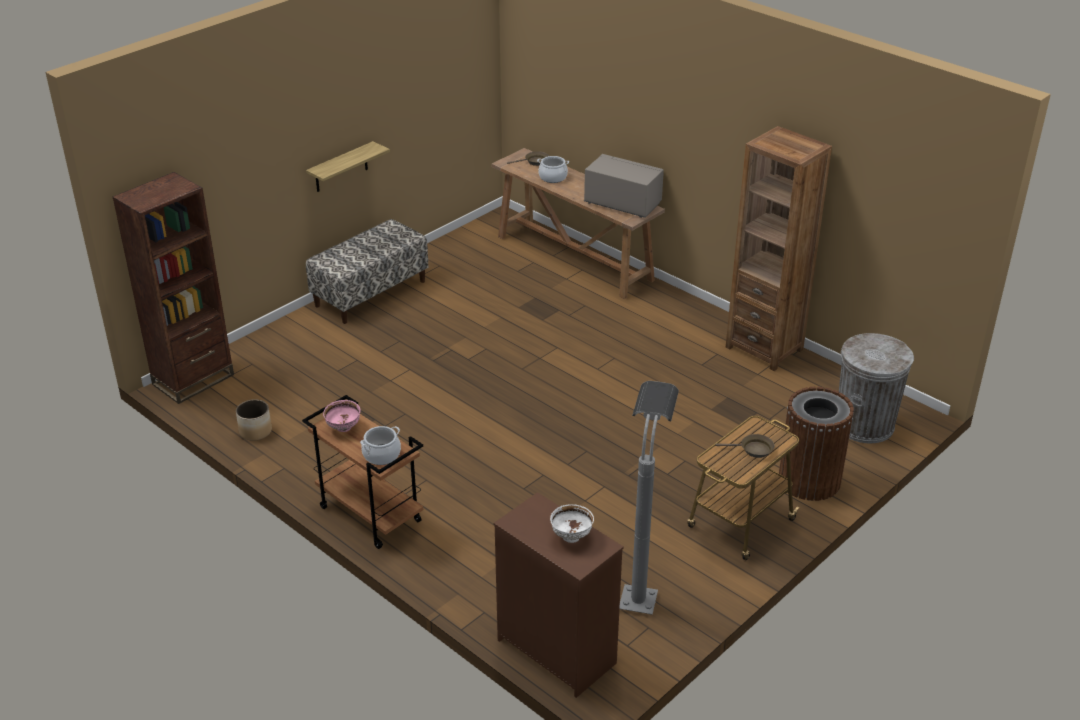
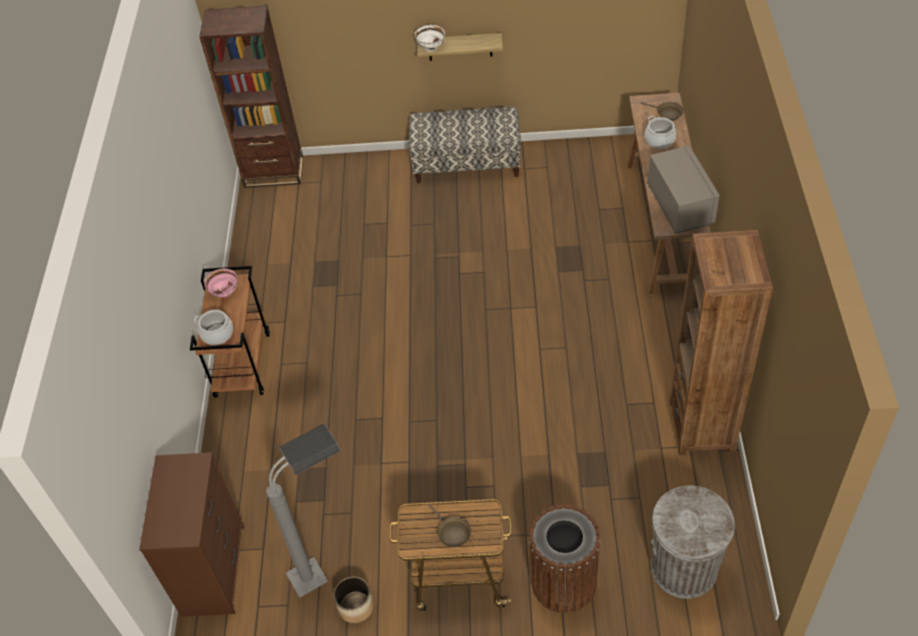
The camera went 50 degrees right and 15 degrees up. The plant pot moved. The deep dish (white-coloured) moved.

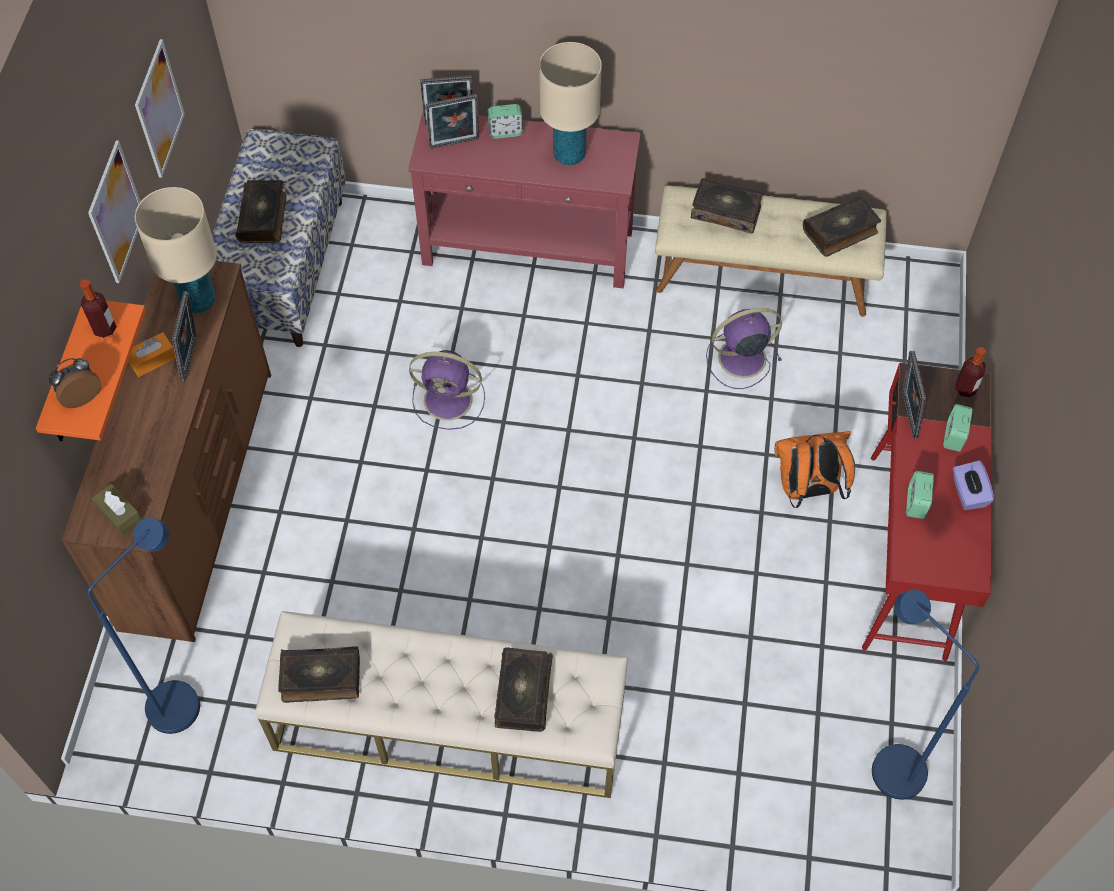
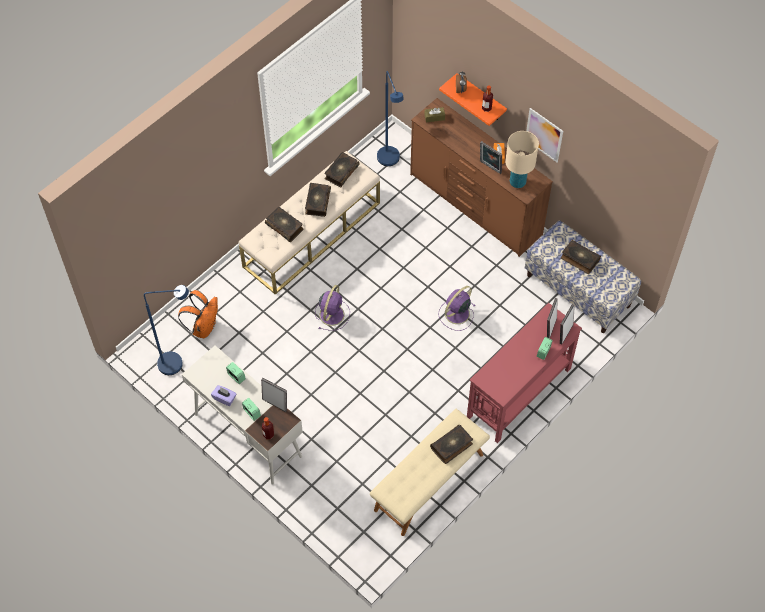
The camera went 125 degrees right and 0 degrees up. The wall art (no. 2 from left) disappeared. The lamp for a table (beige-coloured) (no. 2 from left) disappeared. The fan (purplish) (no. 2 from left in the first image) moved. The knapsack (orange-coloured) moved. The book (no. 5 from left in the first image) moved. The desk (reddish) became the desk (white-coloured).

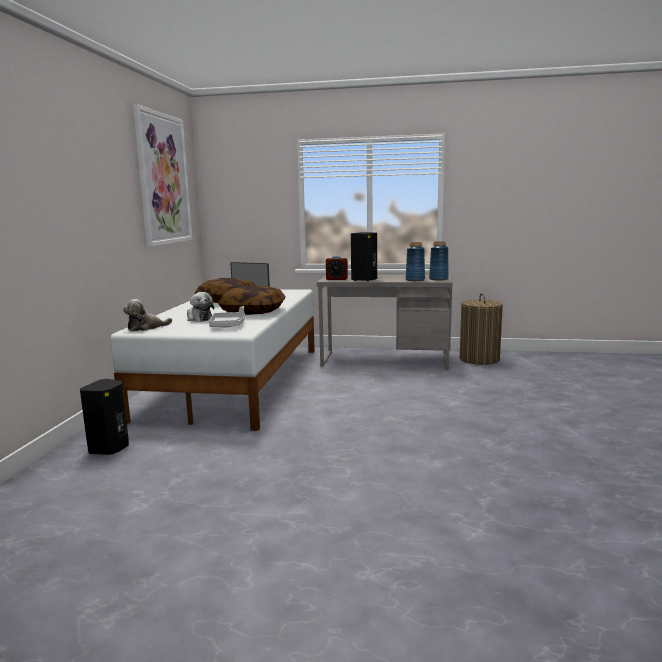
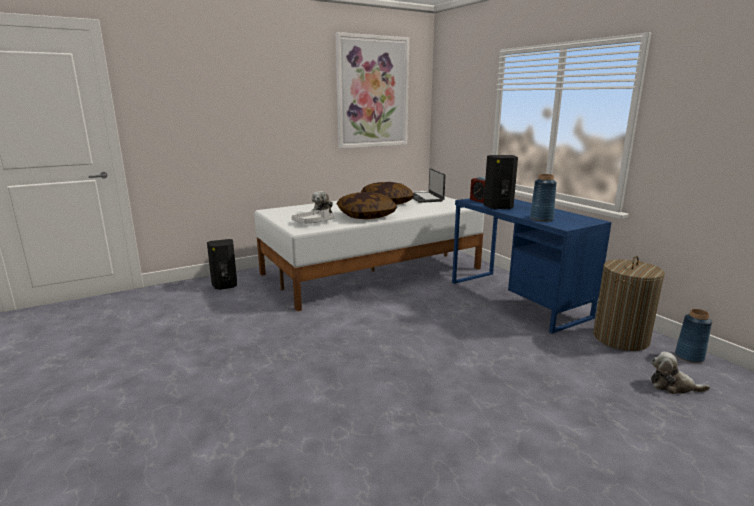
The camera went 50 degrees right and 5 degrees up. The plush toy (no. 1 from left in the first image) moved. The decorative vase (blue) (no. 2 from left) moved. The desk (grey) became the desk (blue).

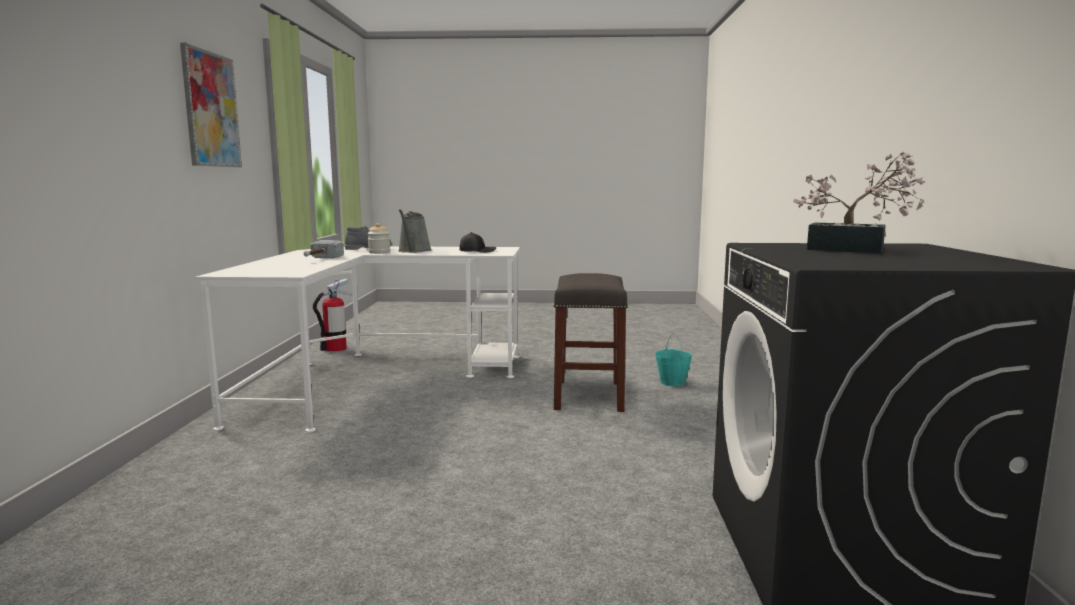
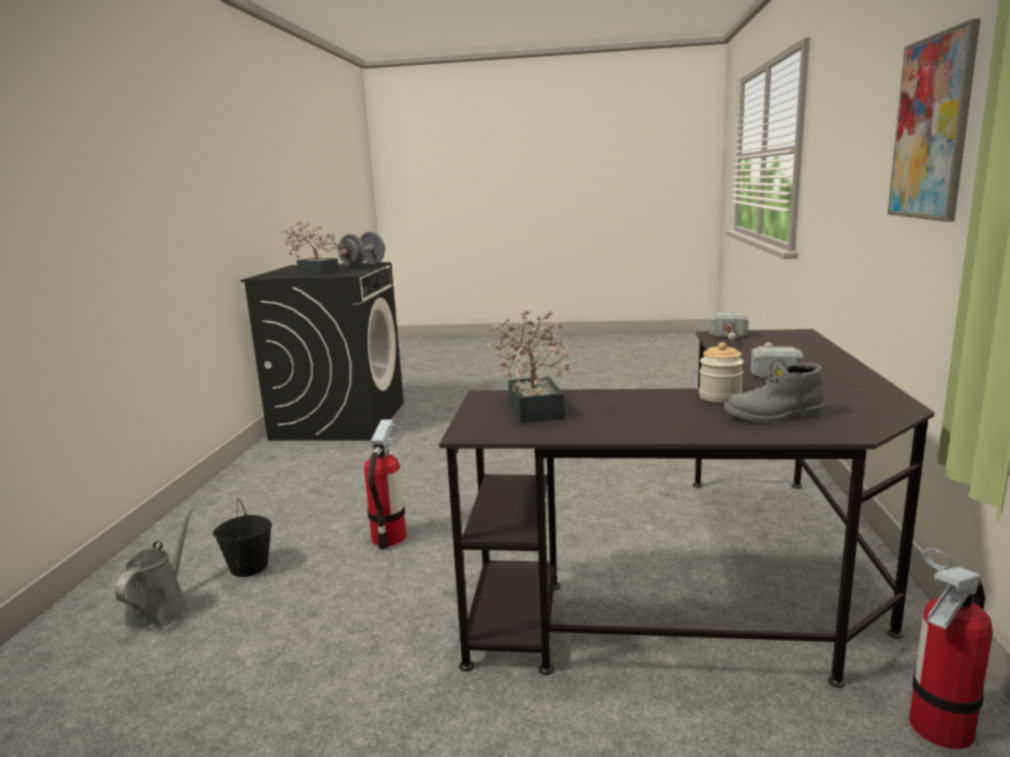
The camera went 175 degrees left and 5 degrees up. The free weight (grey) appeared. The hand hammer (no. 1 from left) appeared. The sprinkling can (grey) moved. The baseball cap (black-coloured) was replaced by the houseplant (no. 2 from left). The stool seat (grey) was replaced by the fire-fighting cylinder (no. 1 from left). The desk (white-coloured) became the desk (black-coloured). The bucket (turquoise-coloured) became the bucket (black-coloured).

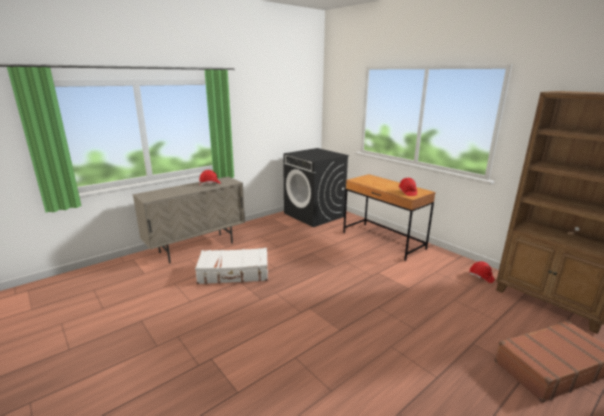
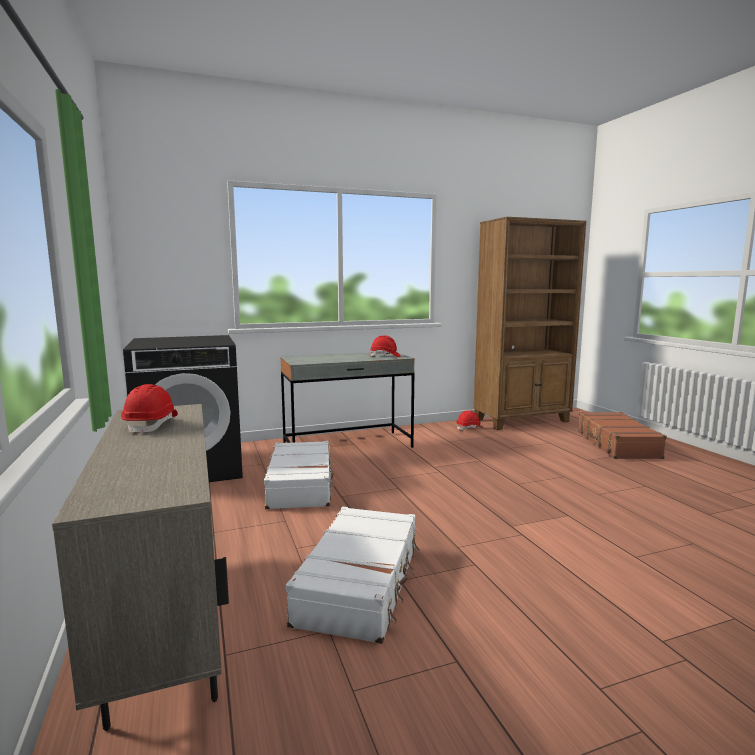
The camera went 70 degrees left and 10 degrees down. The suitcase (white-coloured) (no. 1 from left) appeared. The desk (brownish) became the desk (grey).

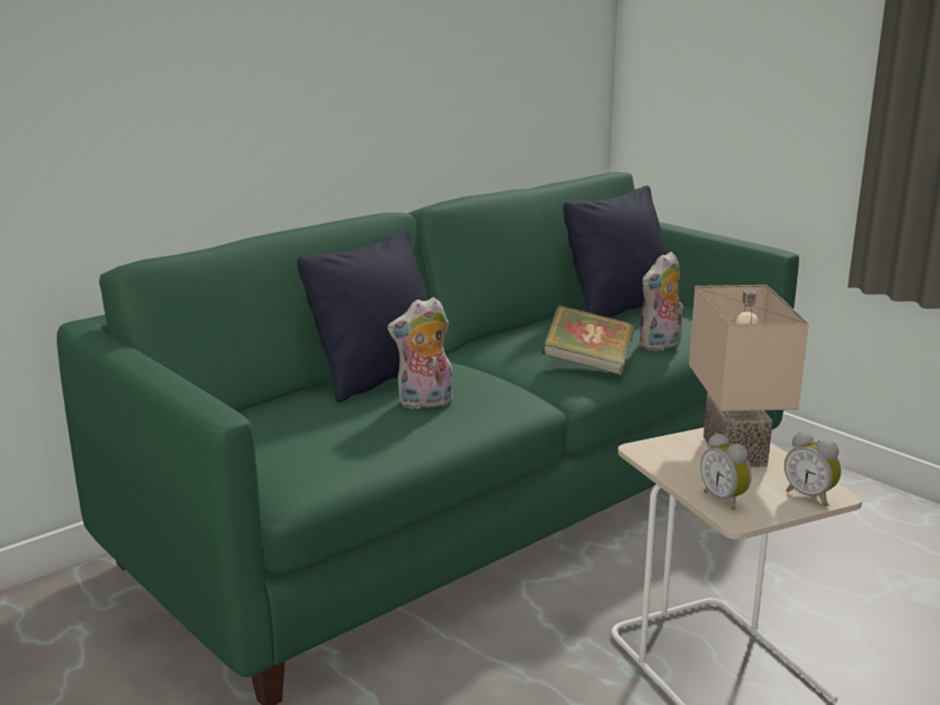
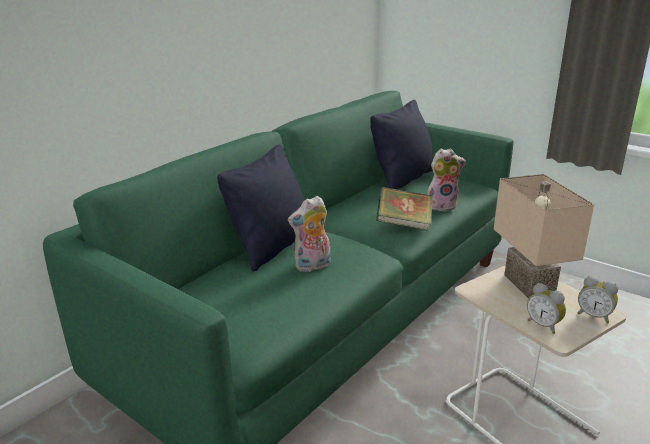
The camera went 10 degrees left and 5 degrees up. The plush toy (no. 2 from left) turned 135 degrees counterclockwise.

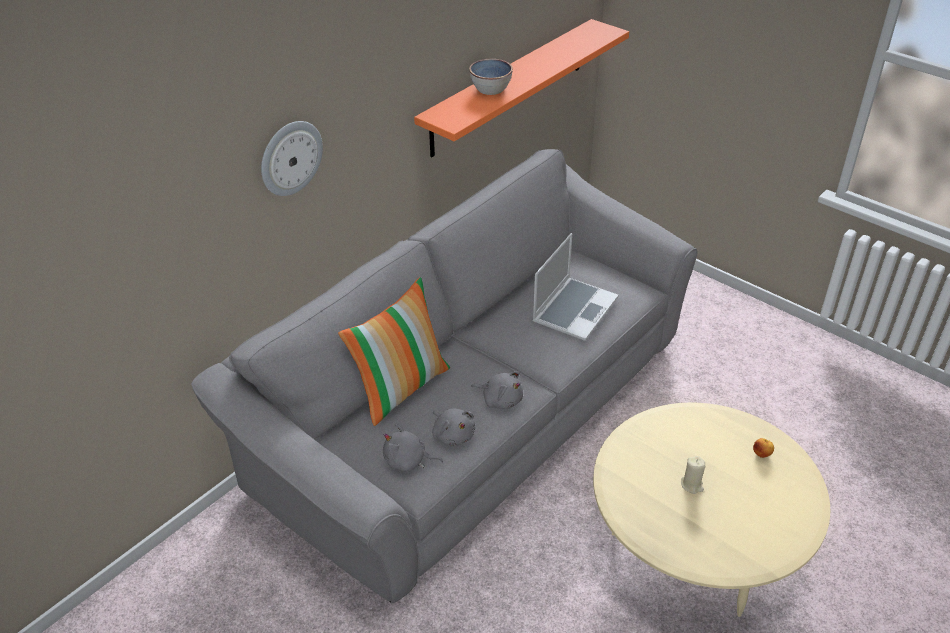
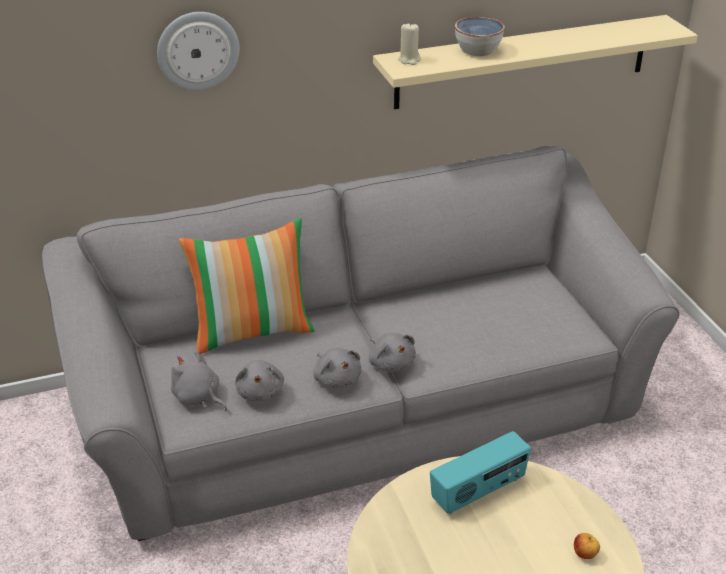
The camera went 30 degrees right and 5 degrees down. The notebook computer disappeared. The plush toy (grey) (no. 4 from left) appeared. The radio set appeared. The wax candle (beige-coloured) moved. The wall shelf (orange-coloured) became the wall shelf (beige-coloured).

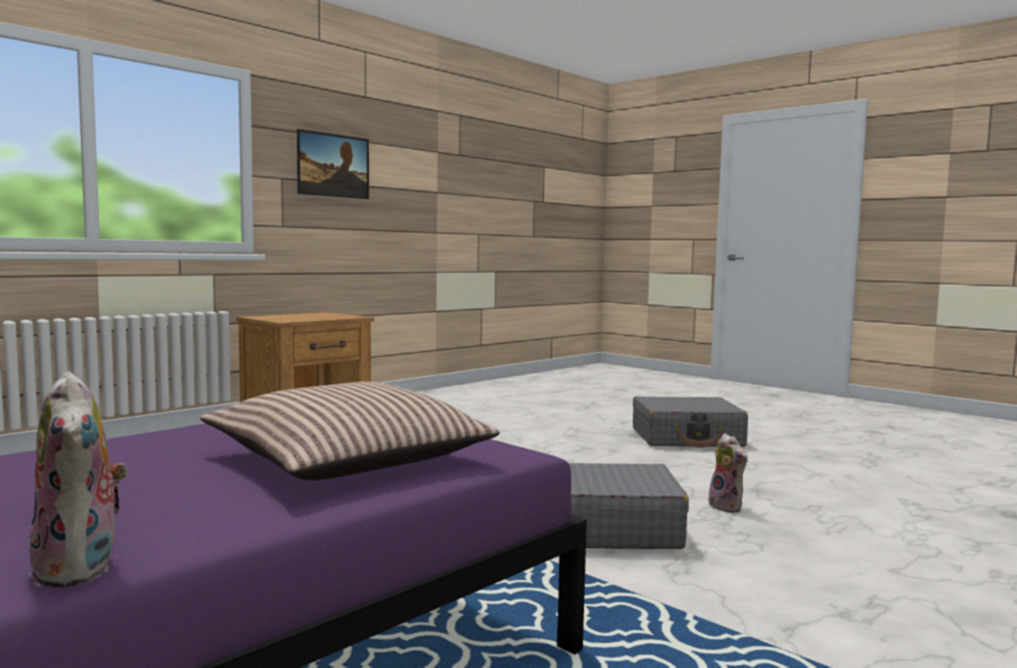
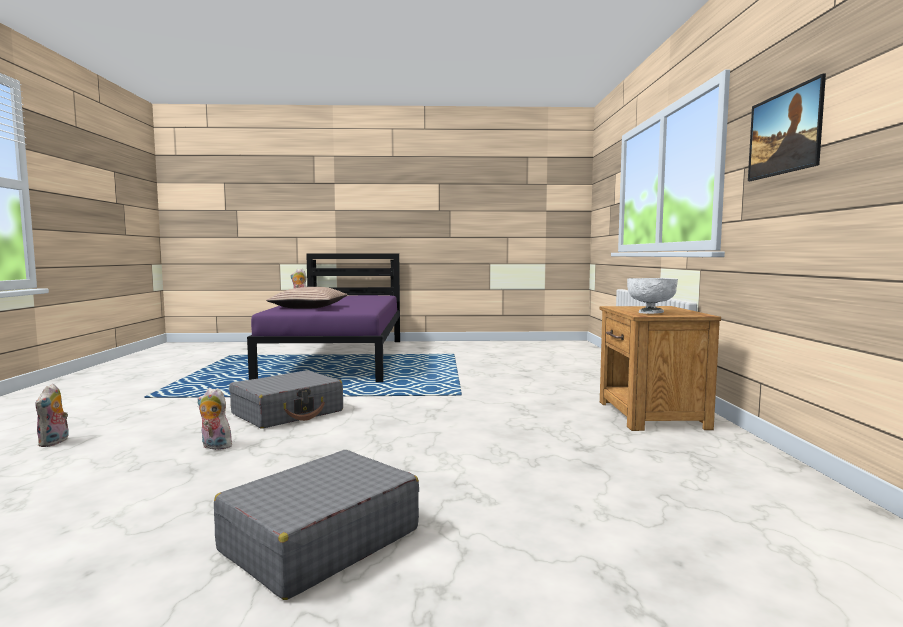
The camera went 135 degrees right and 0 degrees up. The plush toy (no. 1 from left) appeared. The deep dish (white-coloured) appeared.

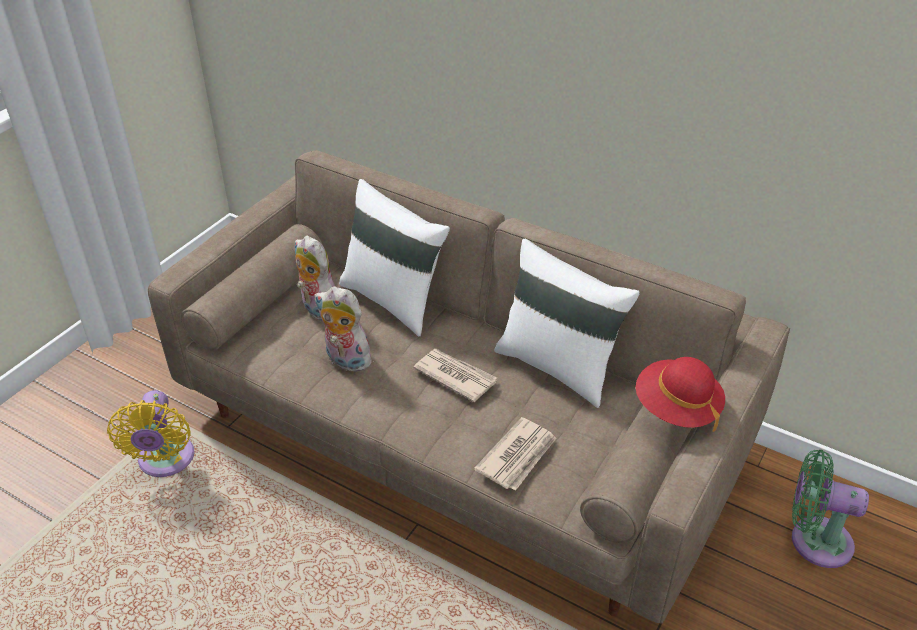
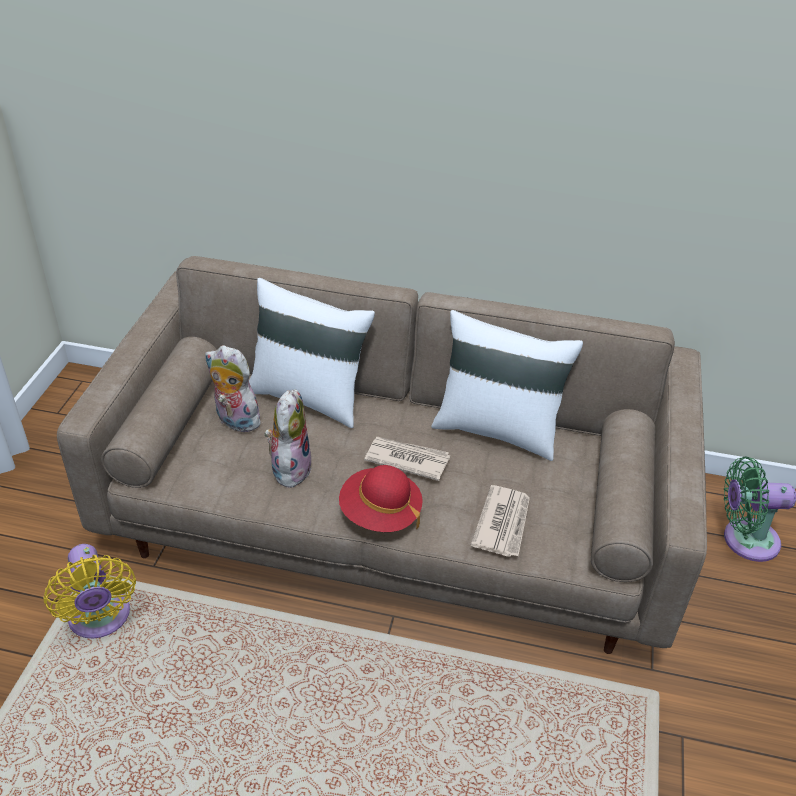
The camera went 20 degrees left and 0 degrees up. The hat (reddish) moved. The plush toy (no. 2 from left) turned 90 degrees clockwise.

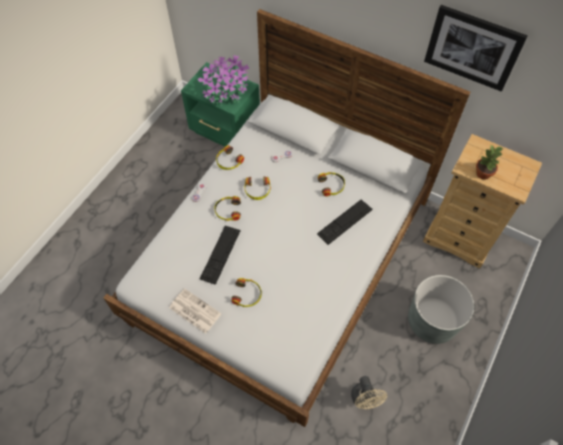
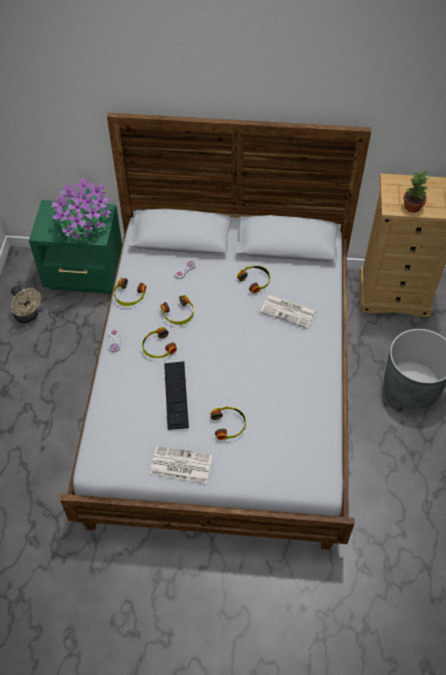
The camera went 25 degrees left and 5 degrees down. The wall art disappeared. The fan (beige-coloured) moved. The computer keyboard (no. 2 from left) was replaced by the newspaper (no. 2 from left).

